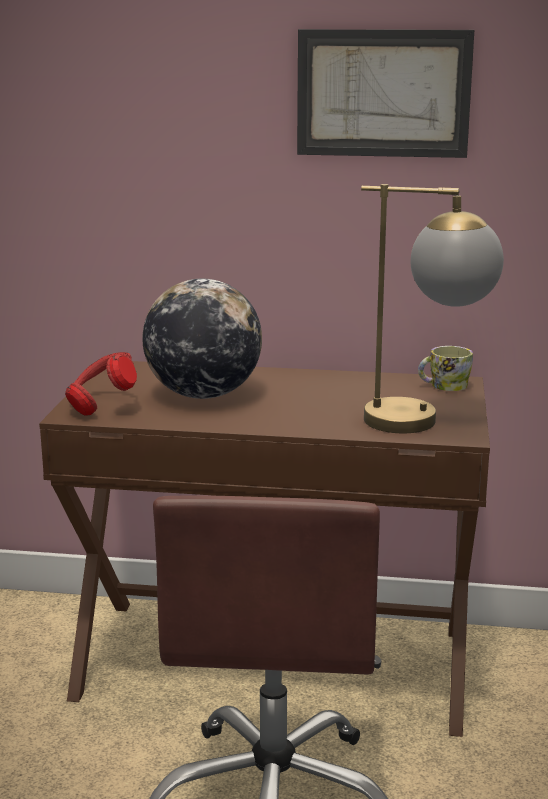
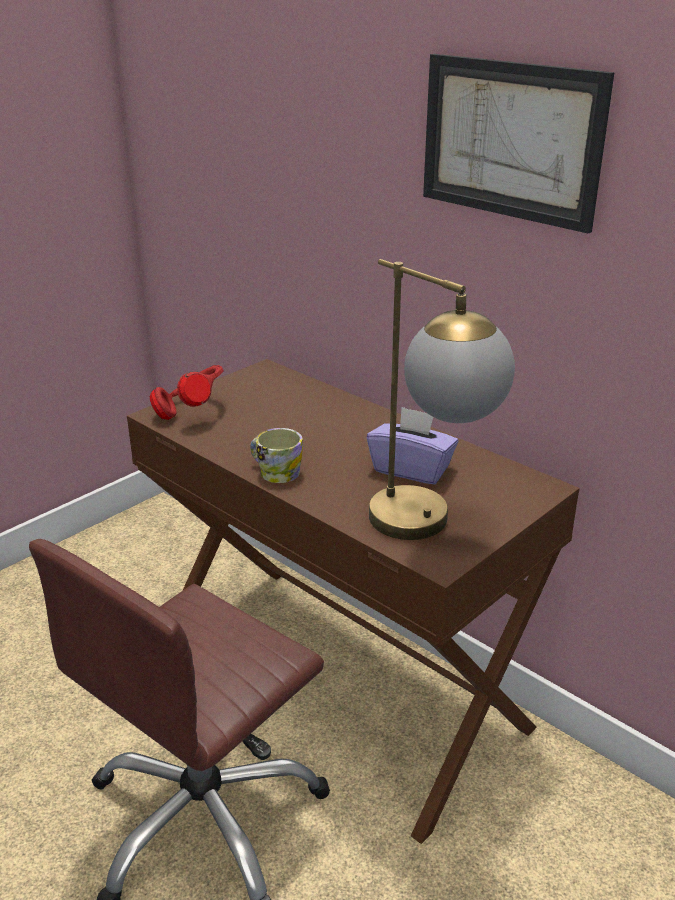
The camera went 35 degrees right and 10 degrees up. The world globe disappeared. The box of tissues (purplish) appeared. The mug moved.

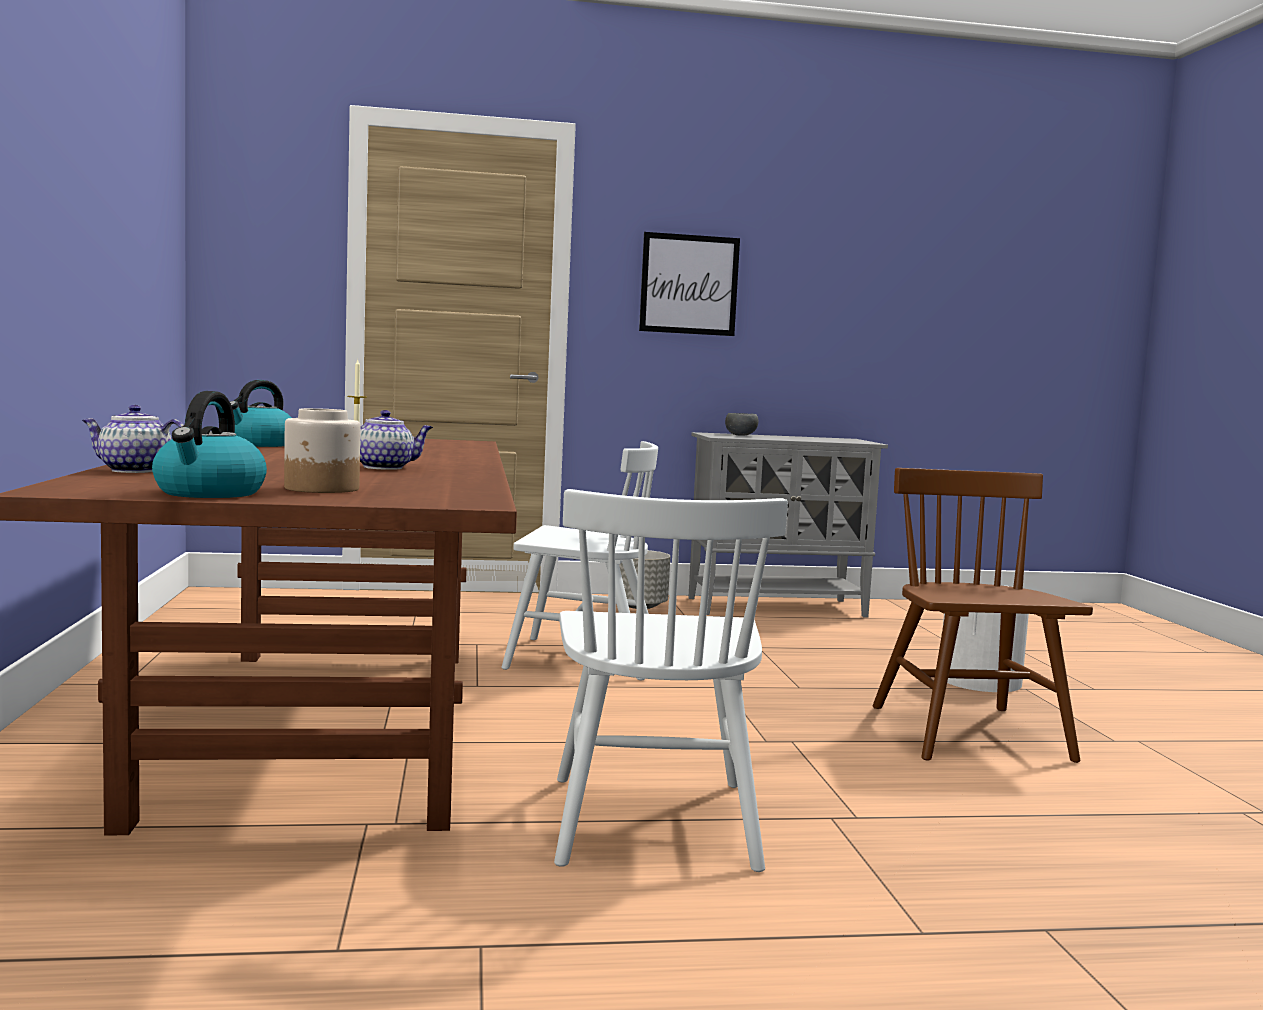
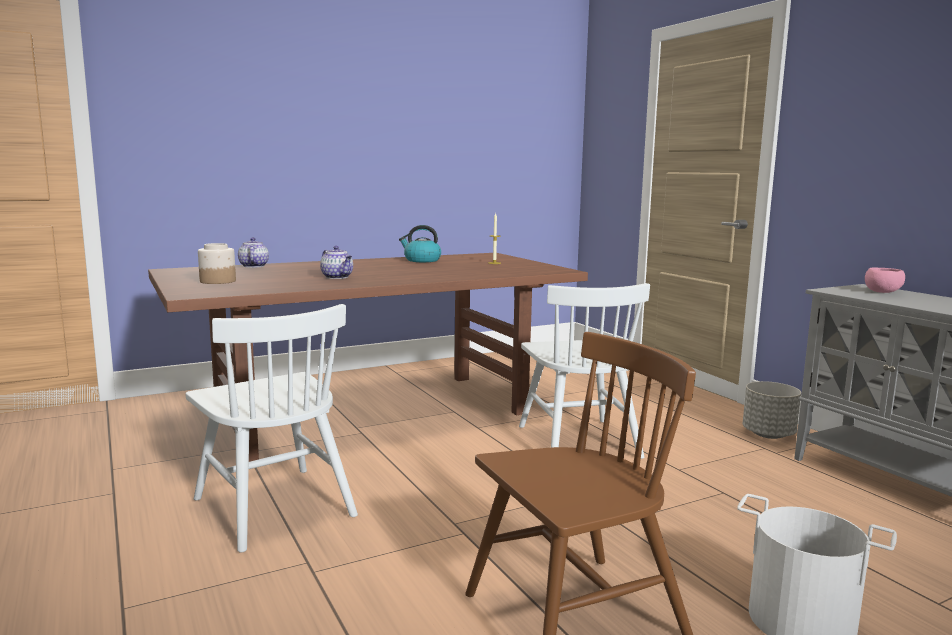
The camera went 70 degrees right and 5 degrees up. The kettle (no. 1 from left) disappeared. The wall art disappeared. The deep dish (grey) became the deep dish (pink). The chair (white-coloured) (no. 2 from left in the first image) turned 105 degrees counterclockwise.

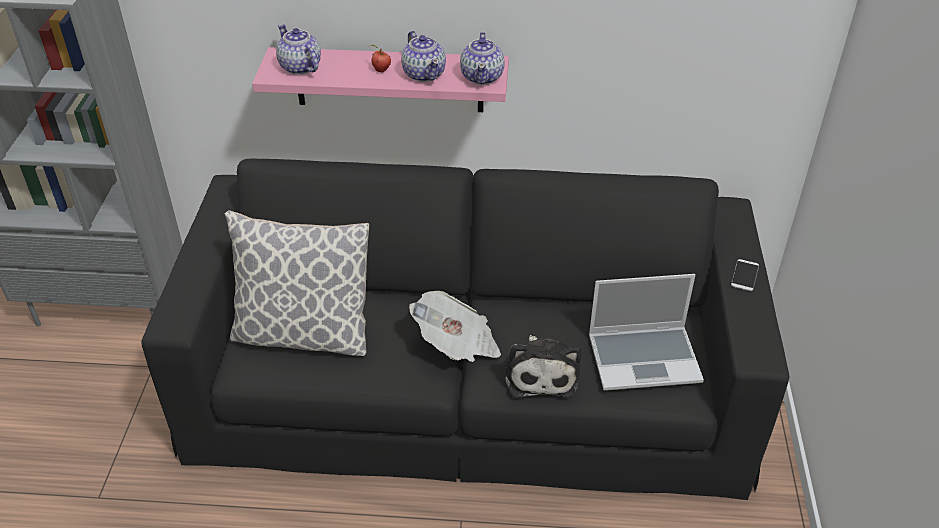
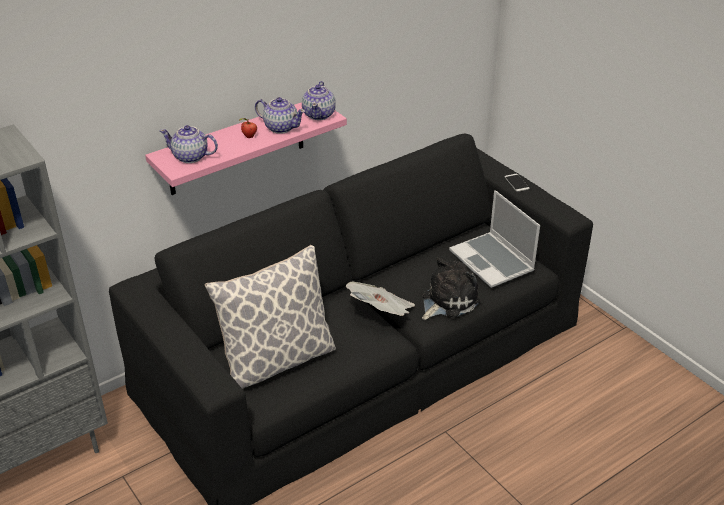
The camera went 40 degrees left and 5 degrees down. The tea pot (no. 3 from left) turned 45 degrees clockwise. The plush toy turned 90 degrees counterclockwise. The notebook computer turned 105 degrees clockwise.

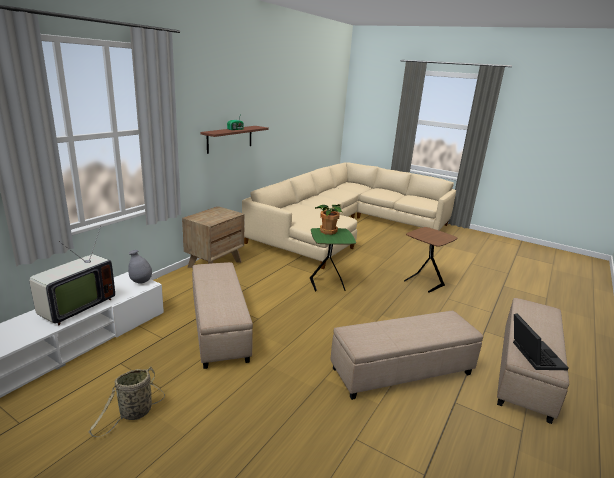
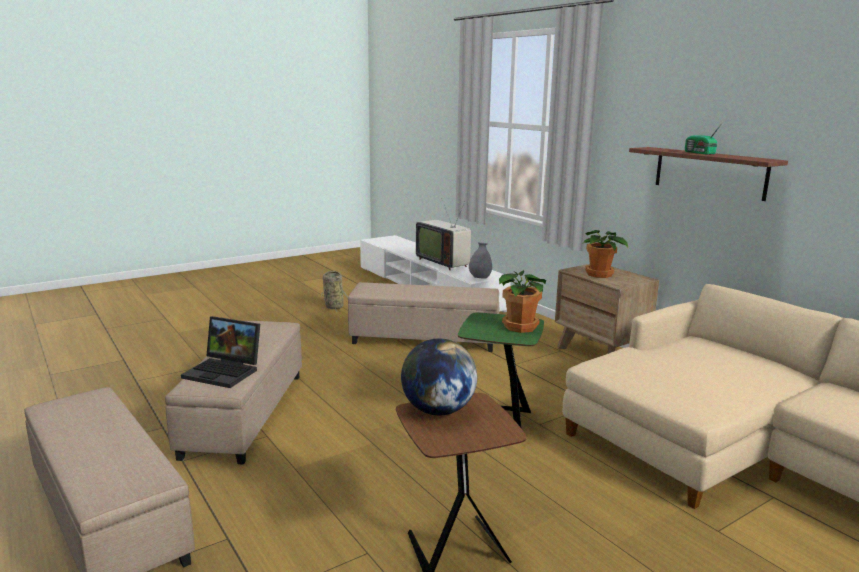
The camera went 115 degrees right and 5 degrees down. The world globe appeared. The houseplant (no. 2 from left) appeared. The notebook computer moved.

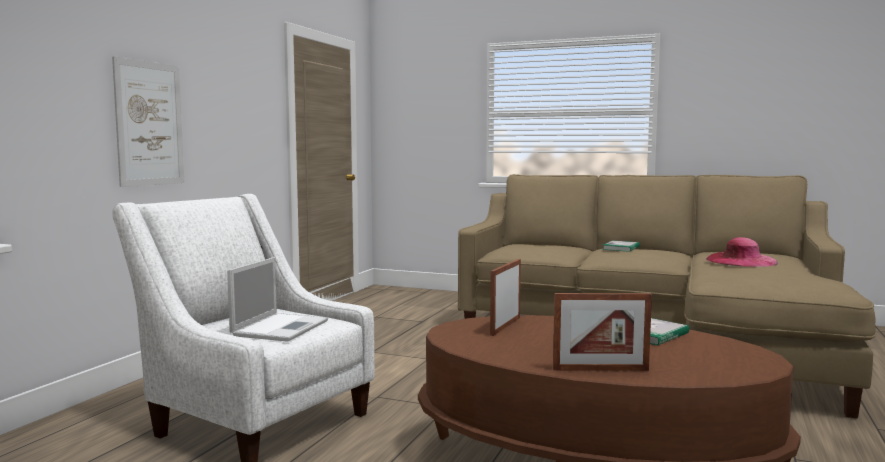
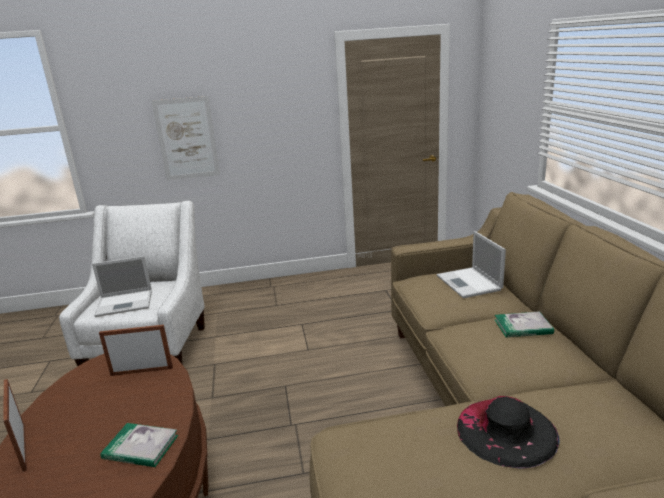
The camera went 60 degrees right and 15 degrees up. The notebook computer (no. 2 from left) appeared. The hat (pink) became the hat (black-coloured).

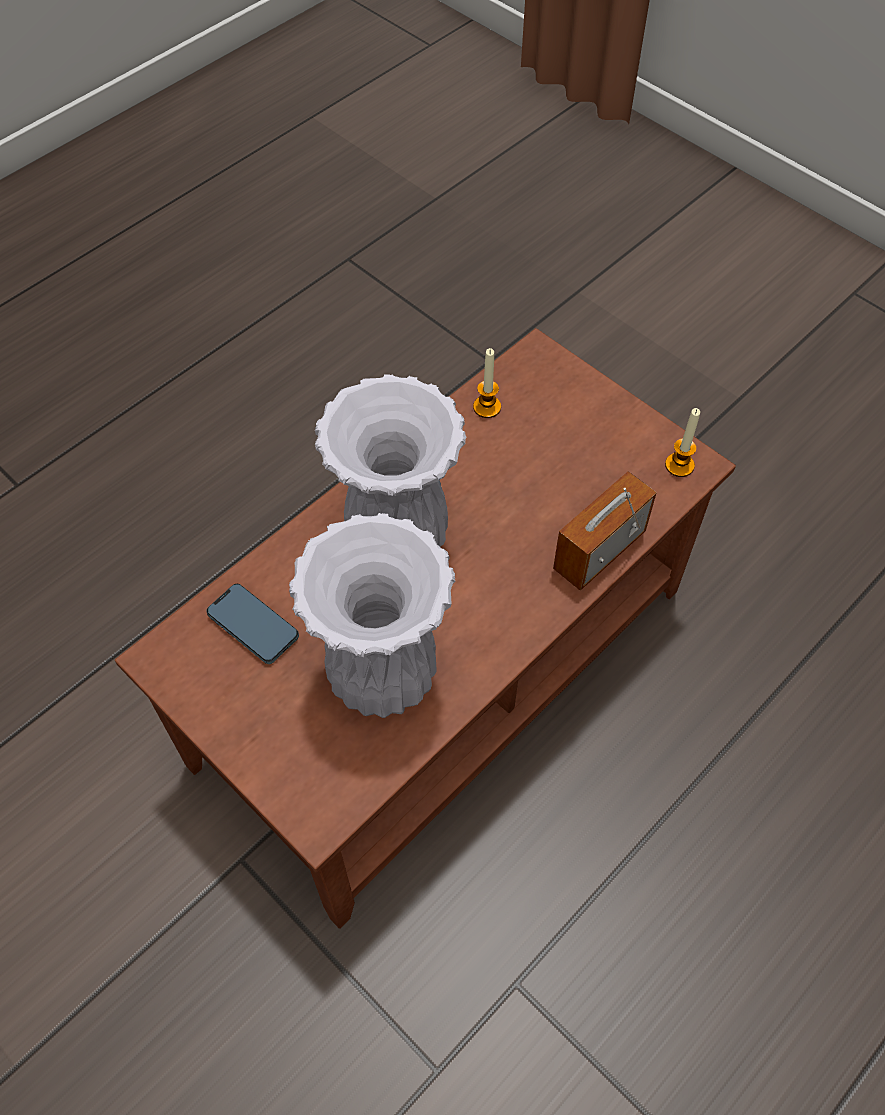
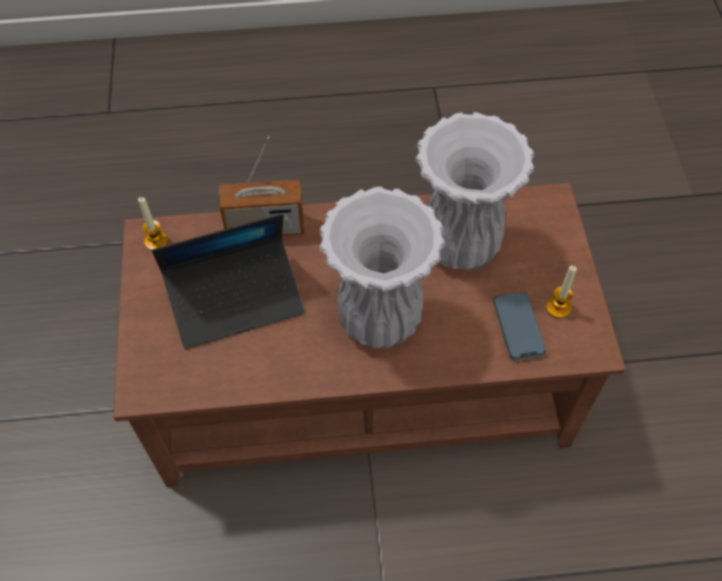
The camera went 140 degrees left and 0 degrees up. The notebook computer appeared. The wax candle (no. 1 from left in the first image) moved.

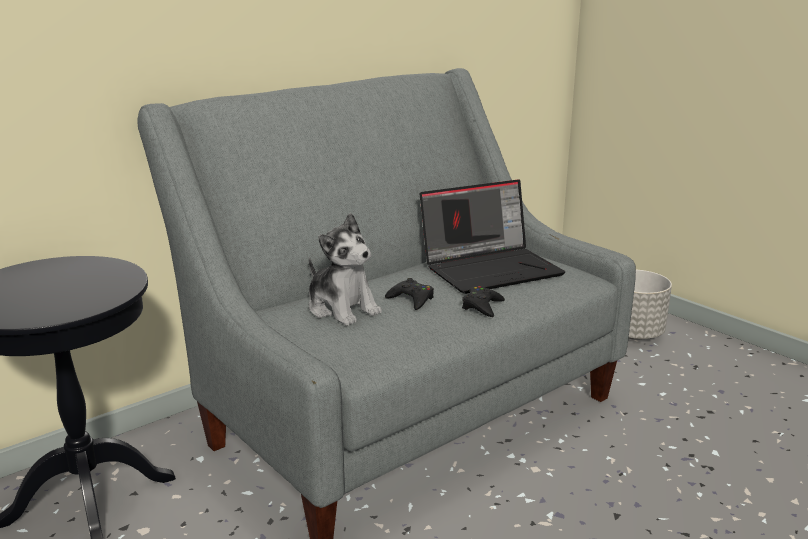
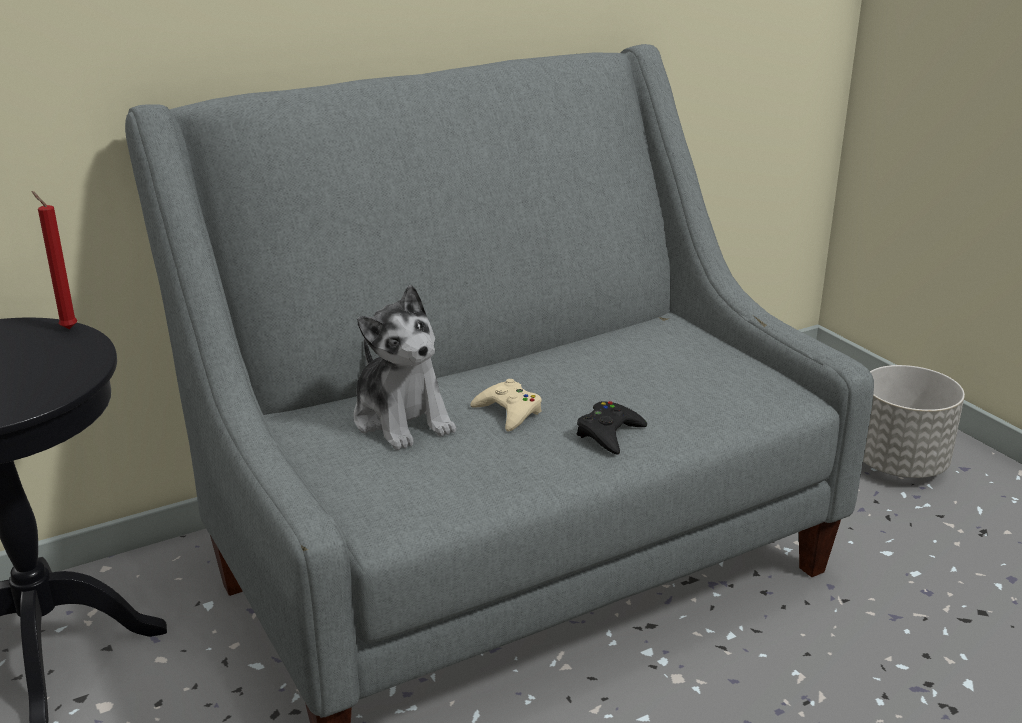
The camera went 10 degrees right and 5 degrees up. The notebook computer disappeared. The wax candle (reddish) appeared. The gamepad (black-coloured) (no. 1 from left) became the gamepad (beige-coloured).

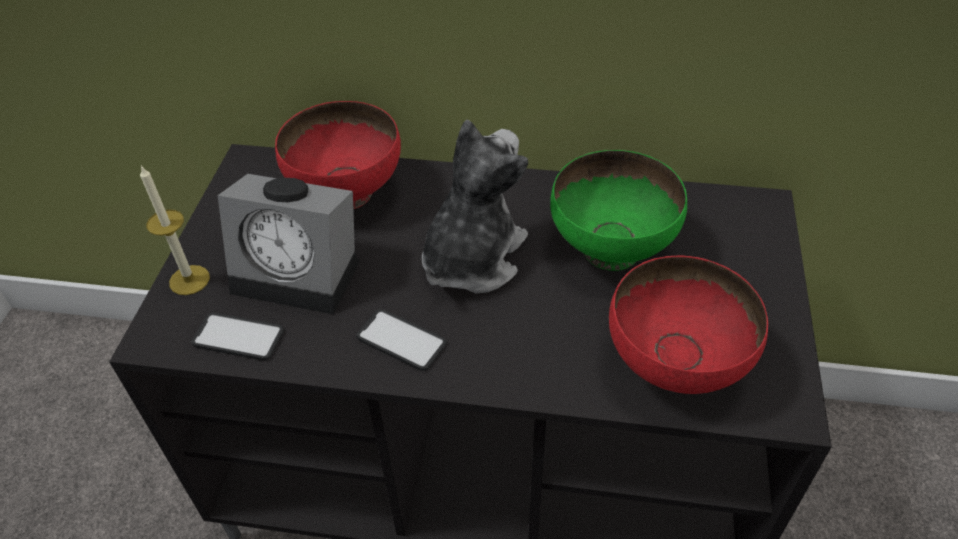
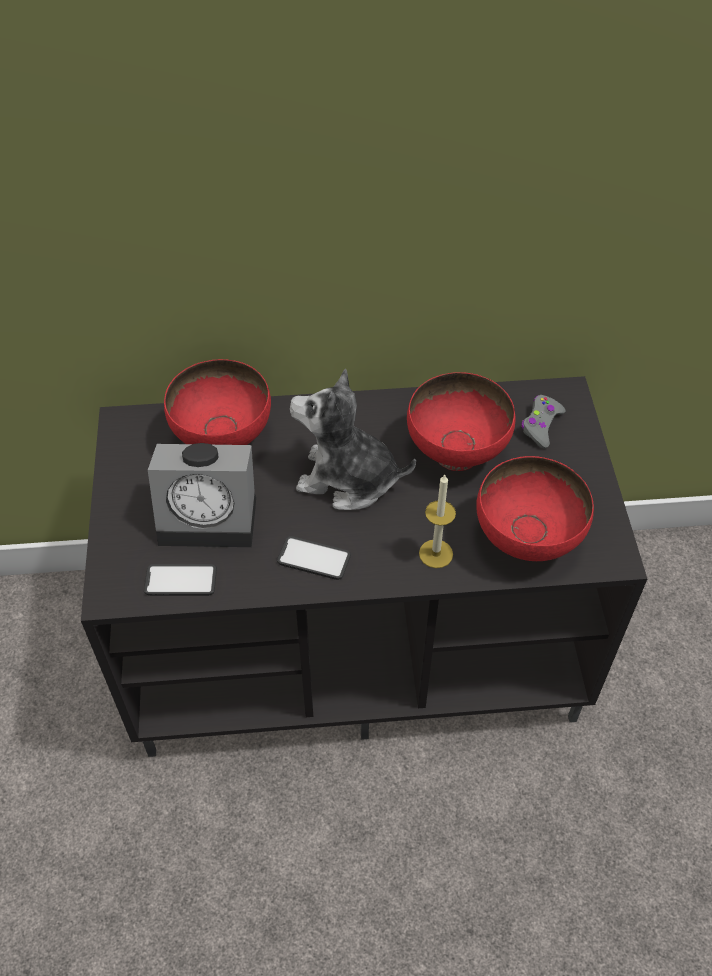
The camera went 15 degrees left and 5 degrees up. The gamepad (grey) appeared. The wax candle moved. The deep dish (greenish) became the deep dish (reddish) (no. 2 from left). The plush toy turned 90 degrees counterclockwise.

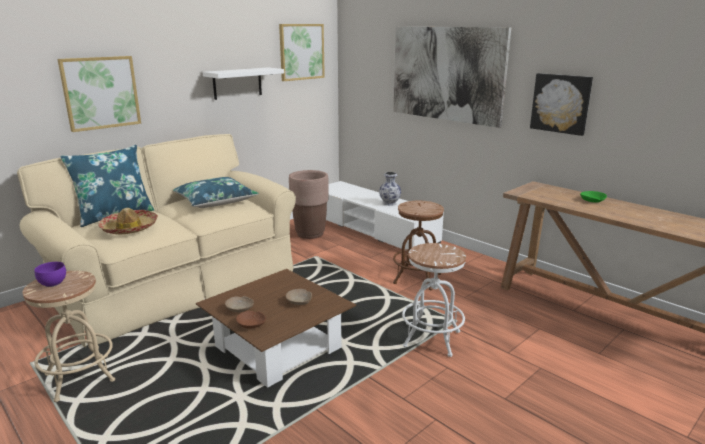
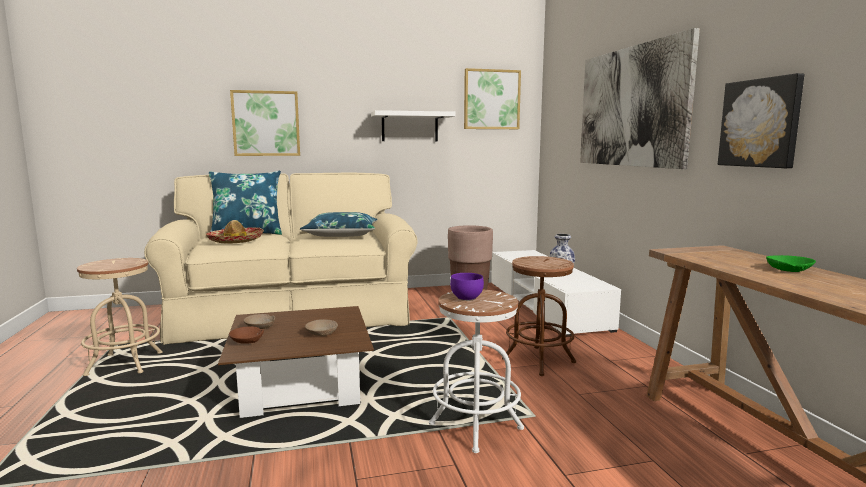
The camera went 30 degrees right and 10 degrees down. The deep dish (purplish) moved.

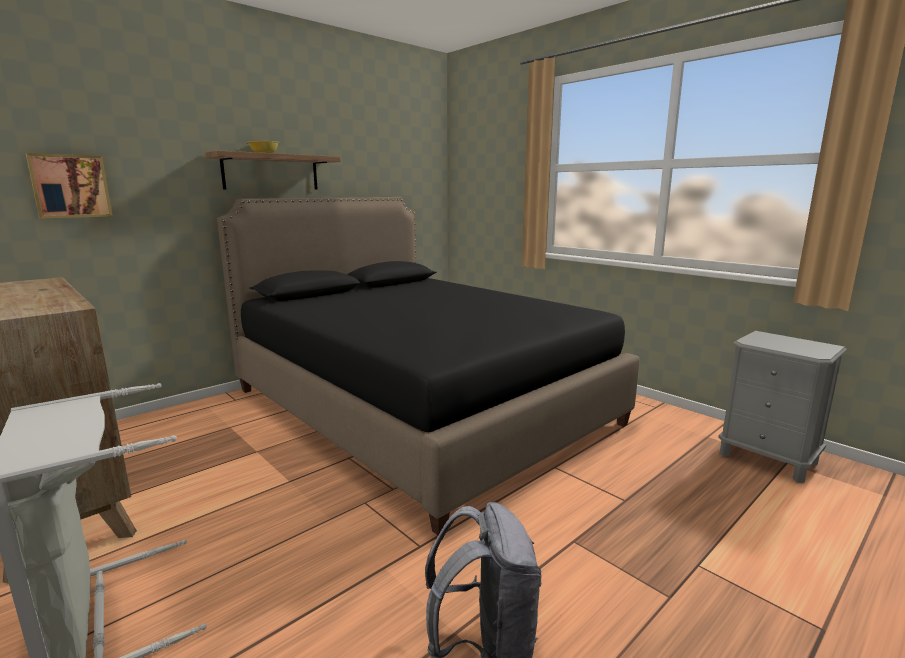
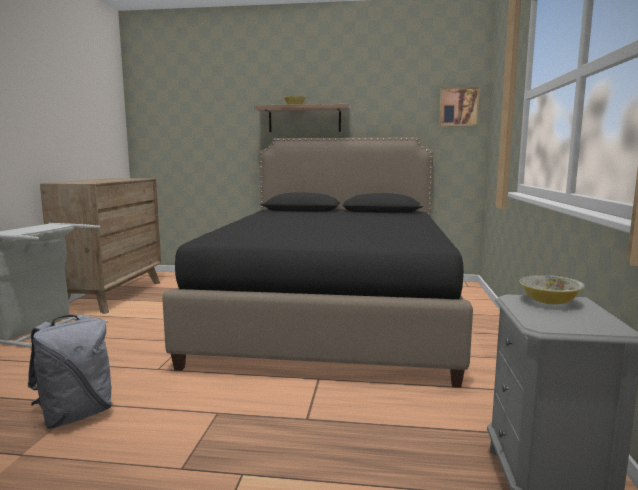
The camera went 50 degrees right and 5 degrees down. The deep dish (no. 2 from left) appeared. The wall art moved.

